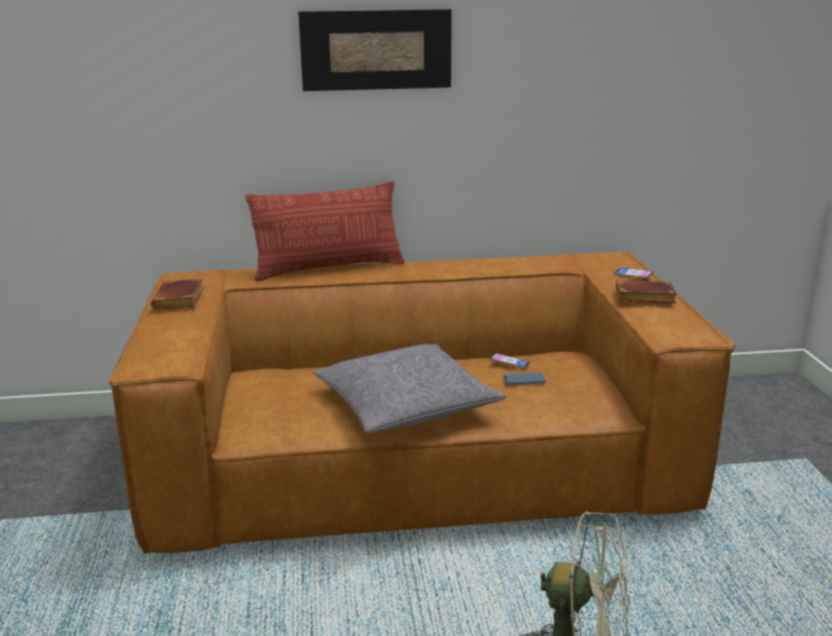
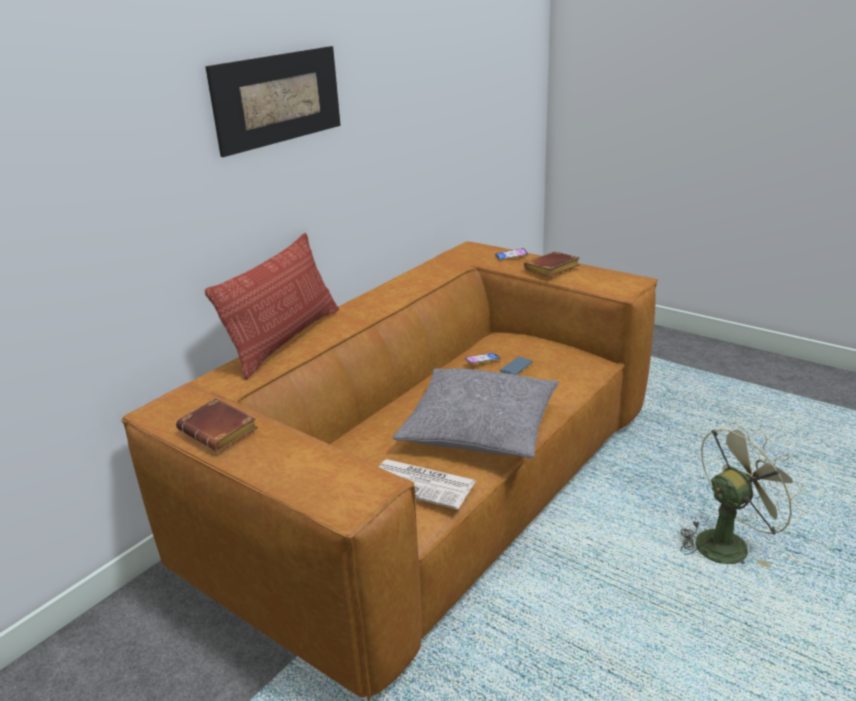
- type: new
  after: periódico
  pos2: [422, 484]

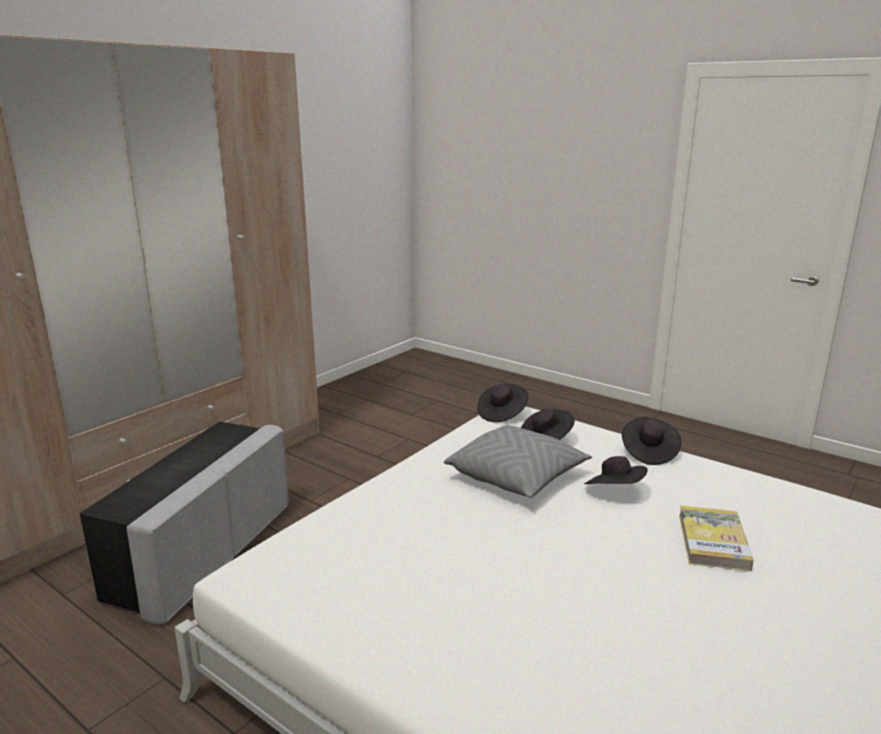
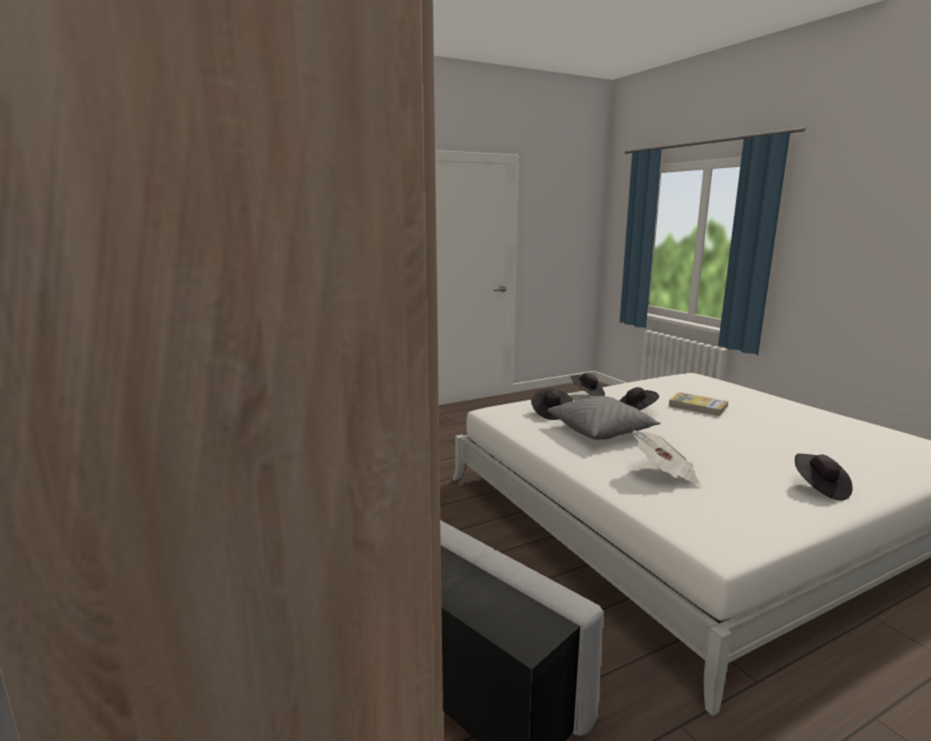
- type: shifted
  before: sombrero [negro]
  pos1: [502, 413]
  pos2: [820, 488]
- type: new
  after: periódico
  pos2: [665, 474]

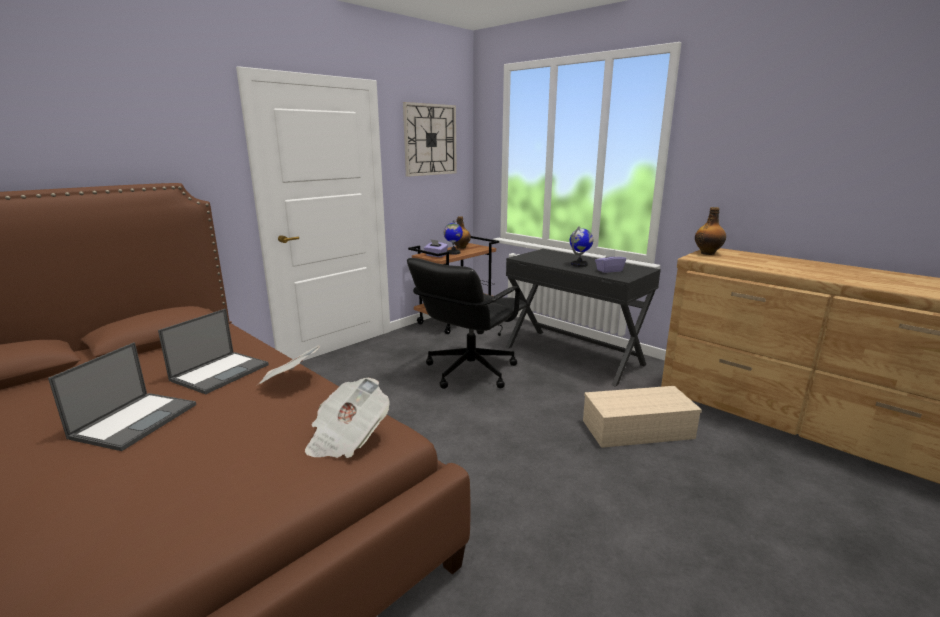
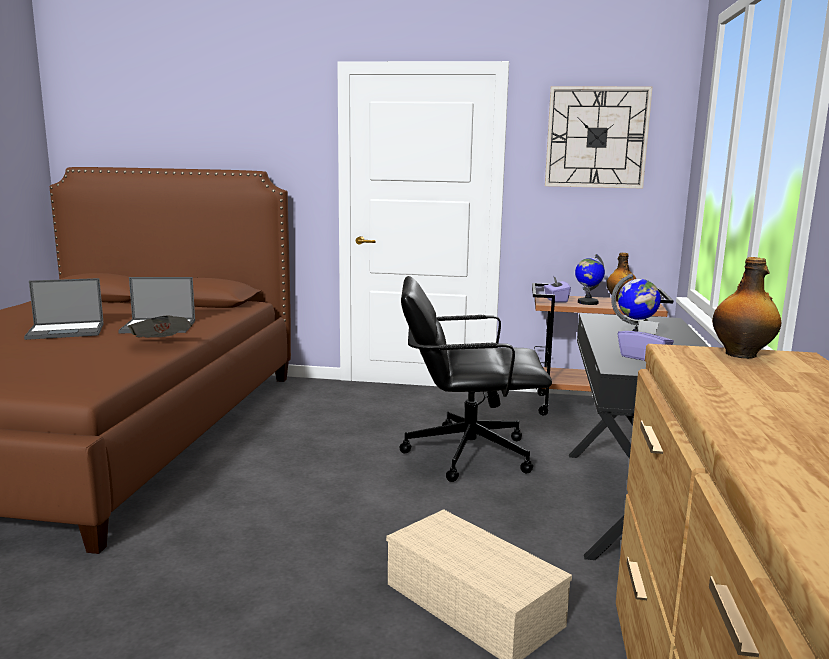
- type: gone
  before: periódico
  pos1: [347, 438]

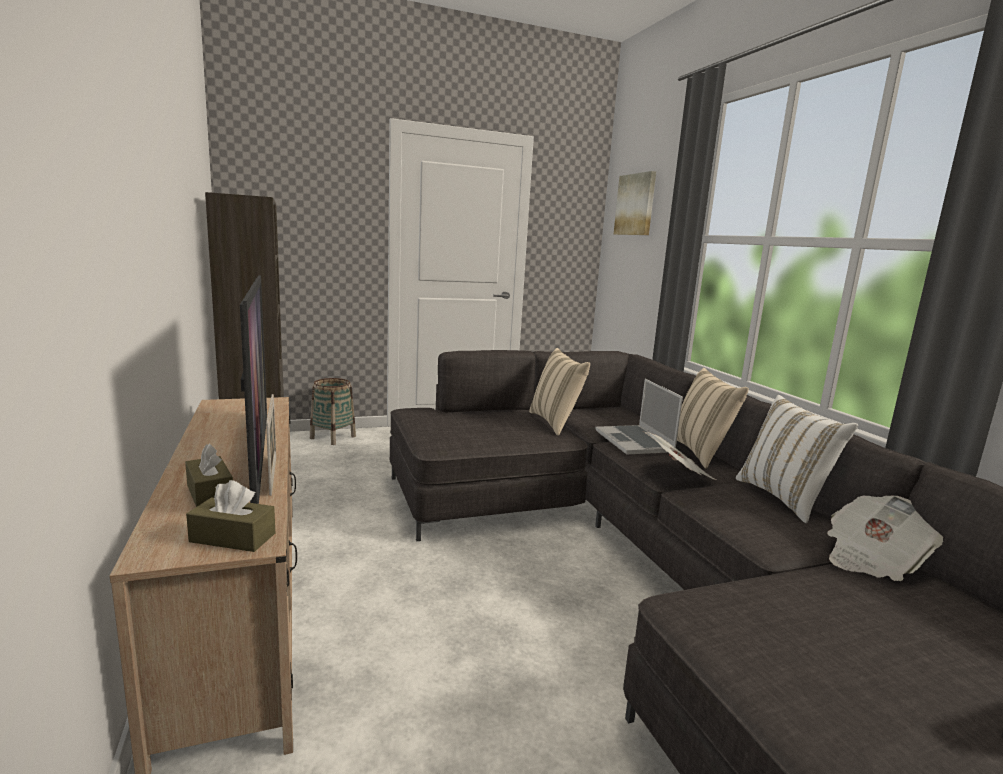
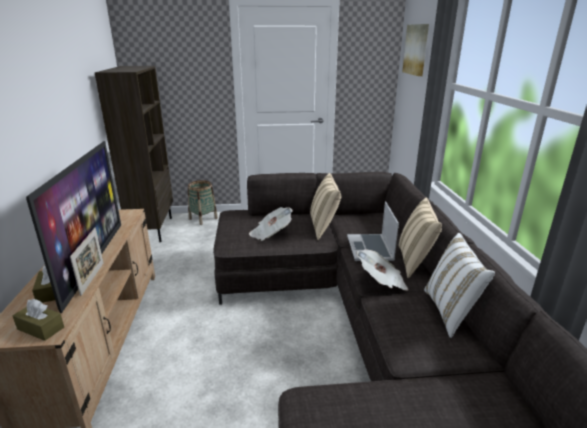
- type: shifted
  before: periódico
  pos1: [871, 559]
  pos2: [270, 234]

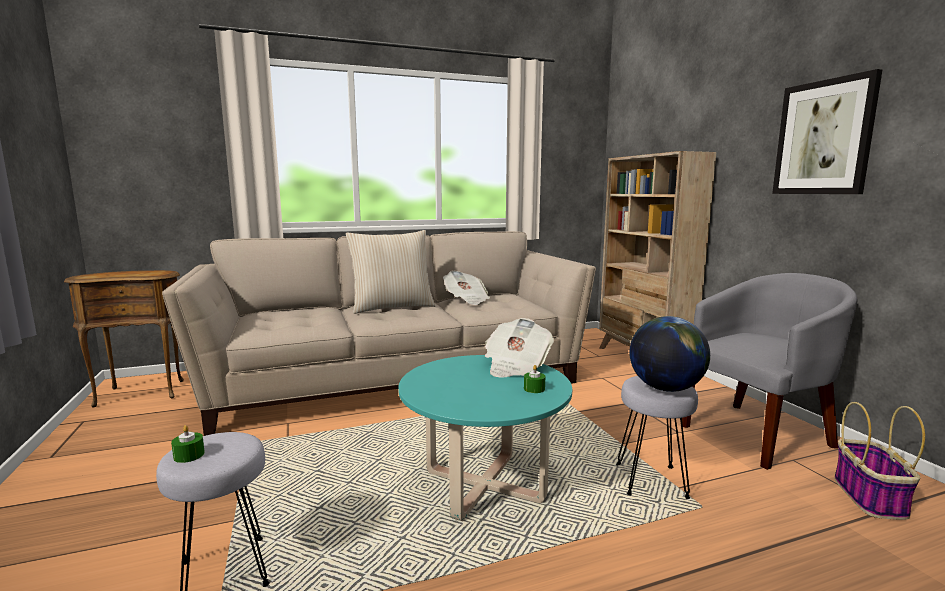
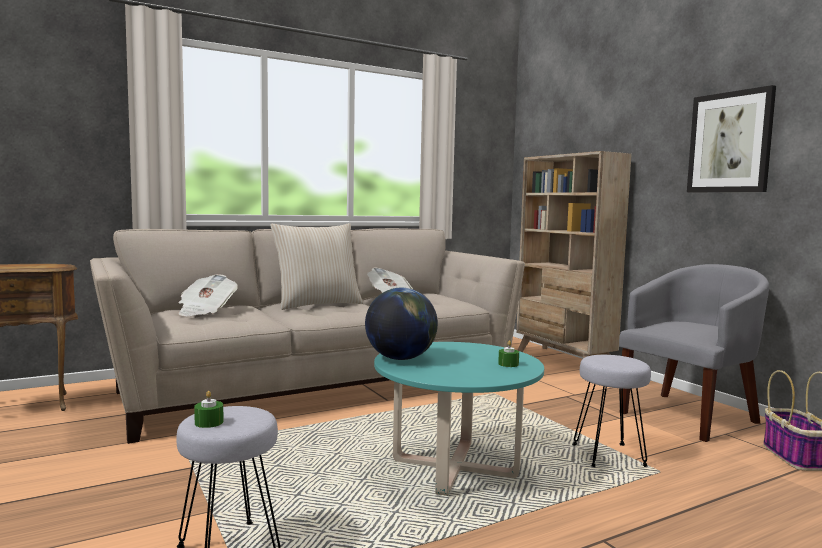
- type: shifted
  before: globo terráqueo
  pos1: [665, 388]
  pos2: [400, 358]
- type: shifted
  before: periódico
  pos1: [515, 366]
  pos2: [205, 311]

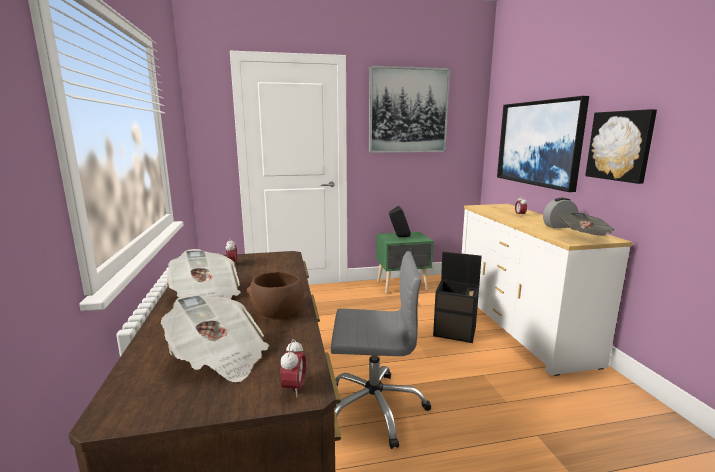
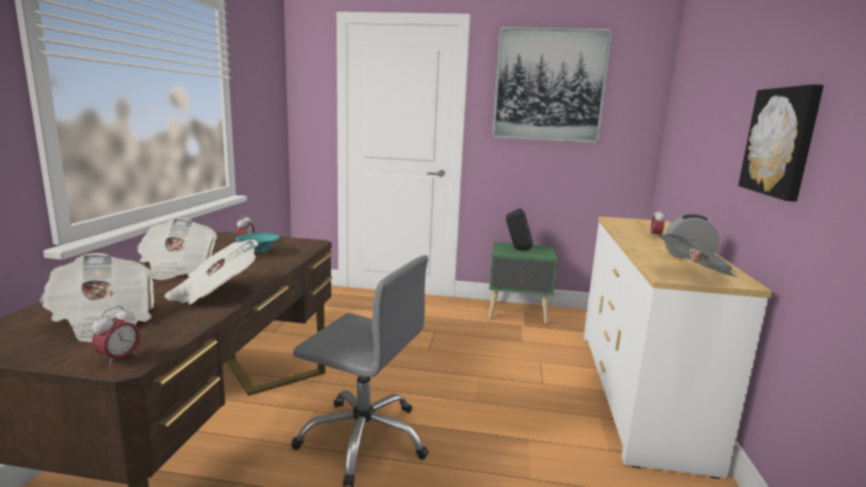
- type: gone
  before: cuadro
  pos1: [538, 143]
- type: gone
  before: caja de almacenaje [negro]
  pos1: [455, 331]
- type: swapped
  before: cuenco [marrón]
  after: periódico
  pos1: [277, 313]
  pos2: [214, 293]
- type: new
  after: cuenco [turquesa]
  pos2: [258, 253]

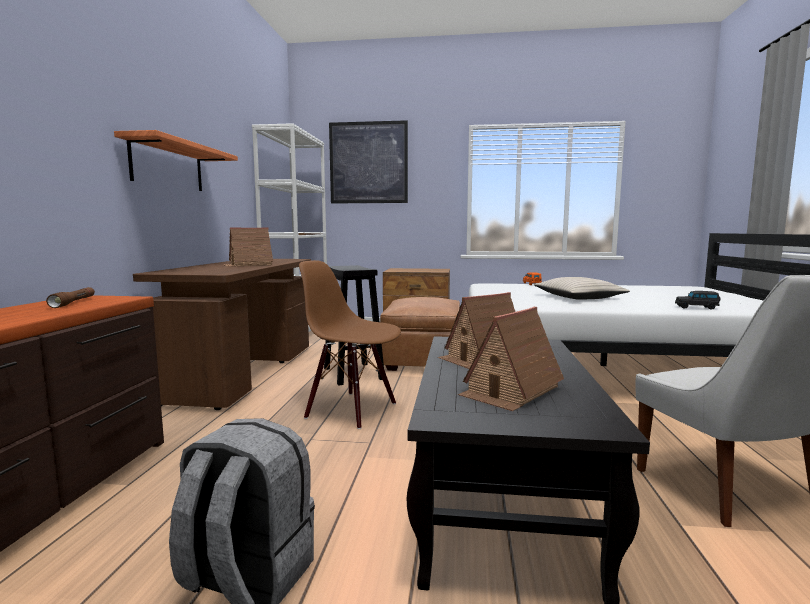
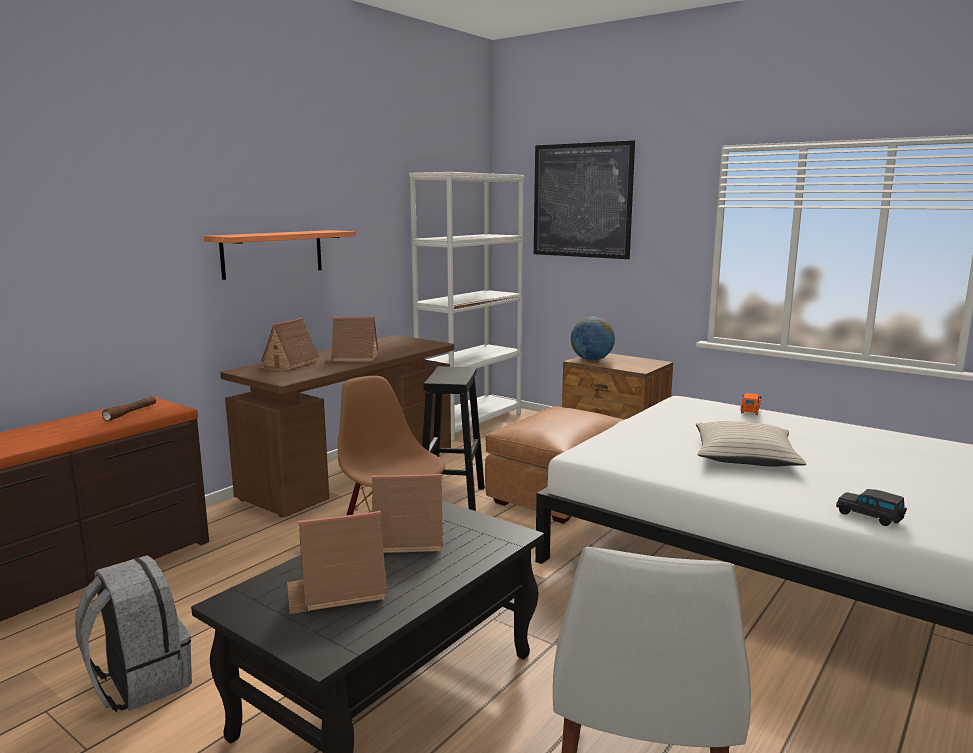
- type: new
  after: globo terráqueo
  pos2: [591, 360]
- type: new
  after: casita
  pos2: [288, 364]

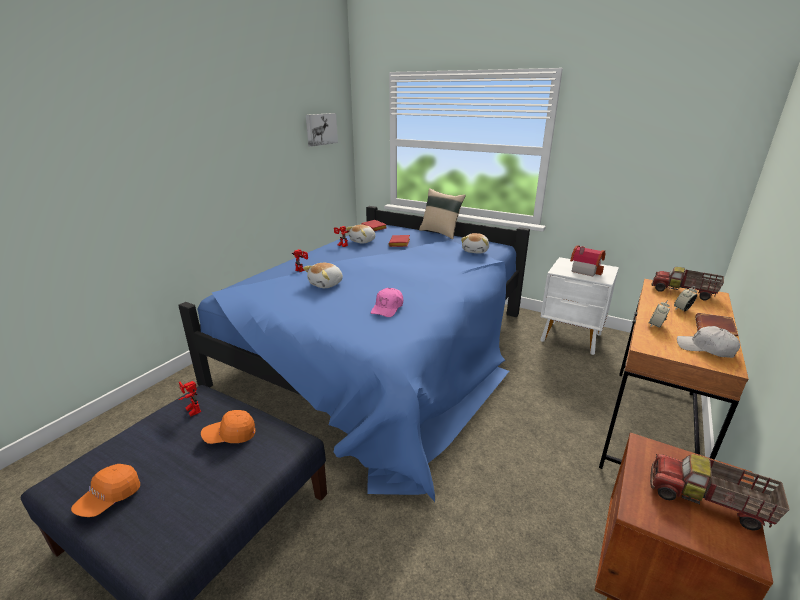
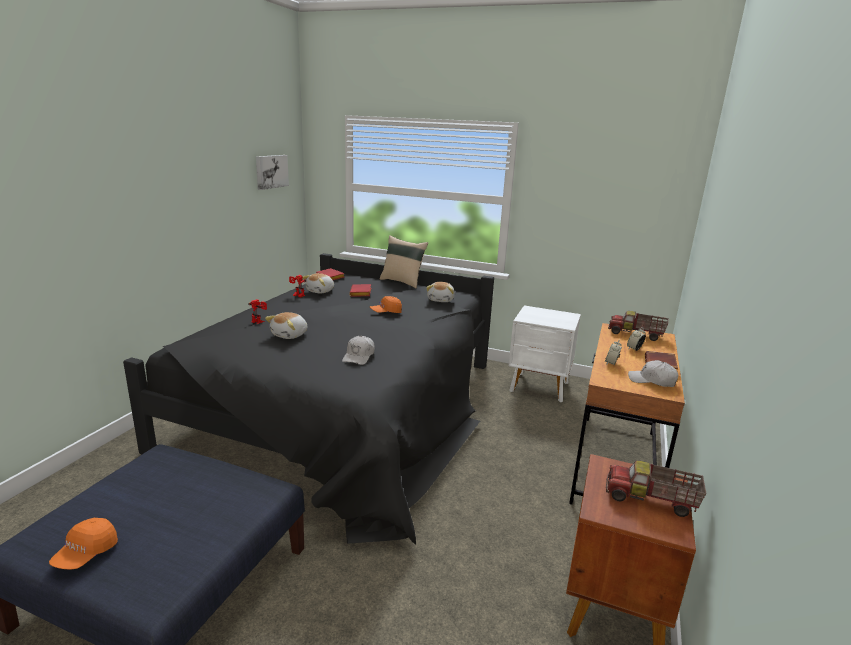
- type: repainted
  before: cama [azul]
  after: cama [negro]
  pos1: [384, 351]
  pos2: [348, 408]
- type: gone
  before: casita
  pos1: [585, 270]
- type: repainted
  before: gorra [rosa]
  after: gorra [blanco]
  pos1: [387, 308]
  pos2: [359, 356]
- type: gone
  before: robot de juguete
  pos1: [190, 410]
- type: shifted
  before: gorra [naranja]
  pos1: [230, 435]
  pos2: [386, 312]

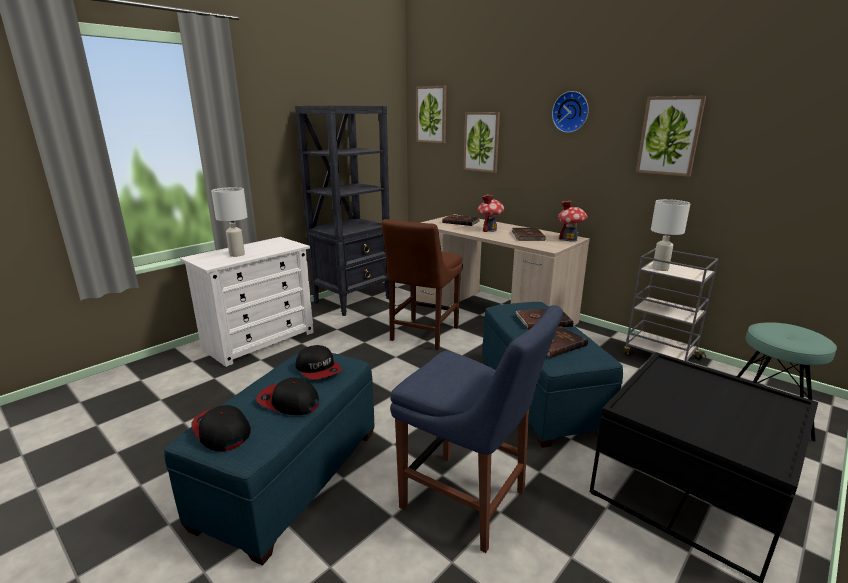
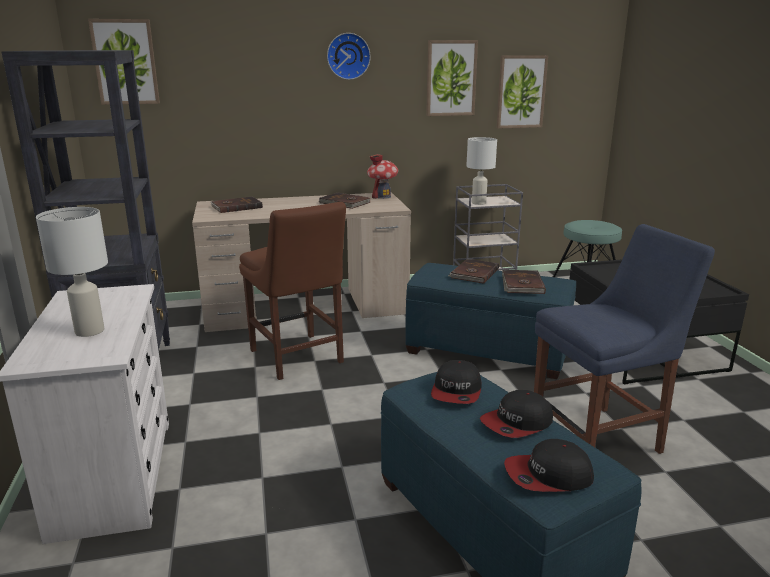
- type: shifted
  before: cuadro
  pos1: [481, 142]
  pos2: [521, 92]
- type: gone
  before: casita
  pos1: [489, 230]
- type: rotated
  before: gorra
  pos1: [318, 369]
  pos2: [457, 391]
  turn: 105

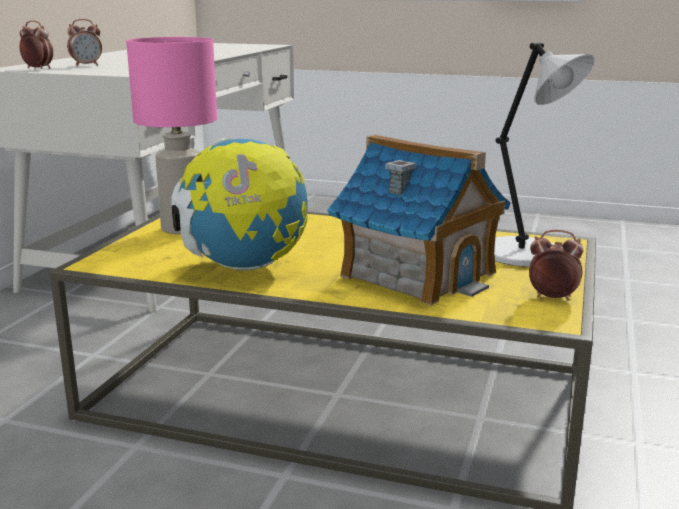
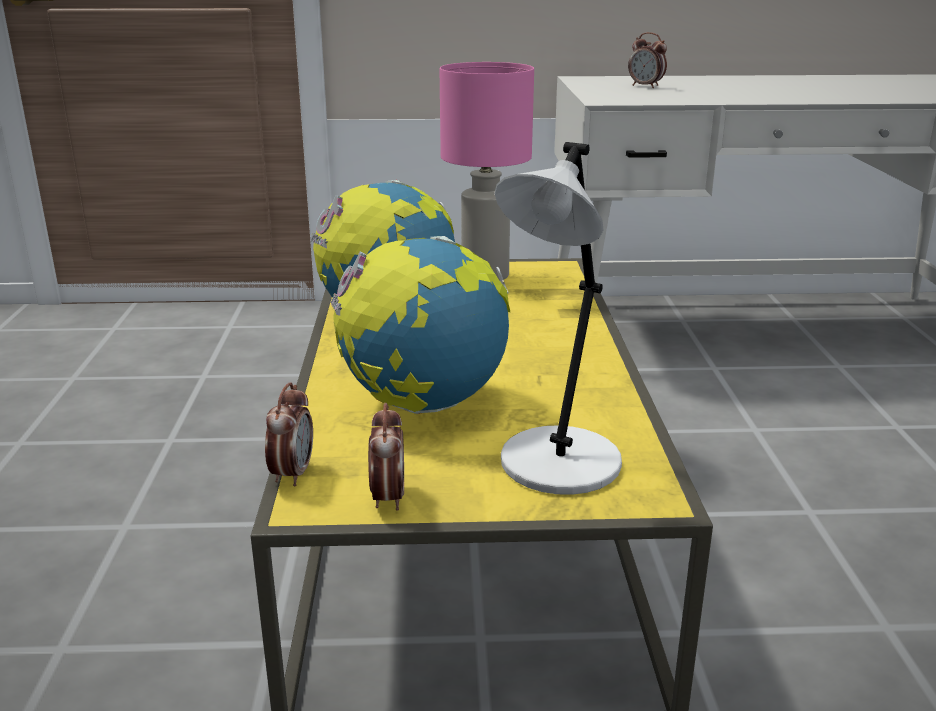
- type: shifted
  before: despertador
  pos1: [38, 69]
  pos2: [292, 474]
- type: swapped
  before: casita
  after: globo terráqueo
  pos1: [418, 274]
  pos2: [424, 404]

